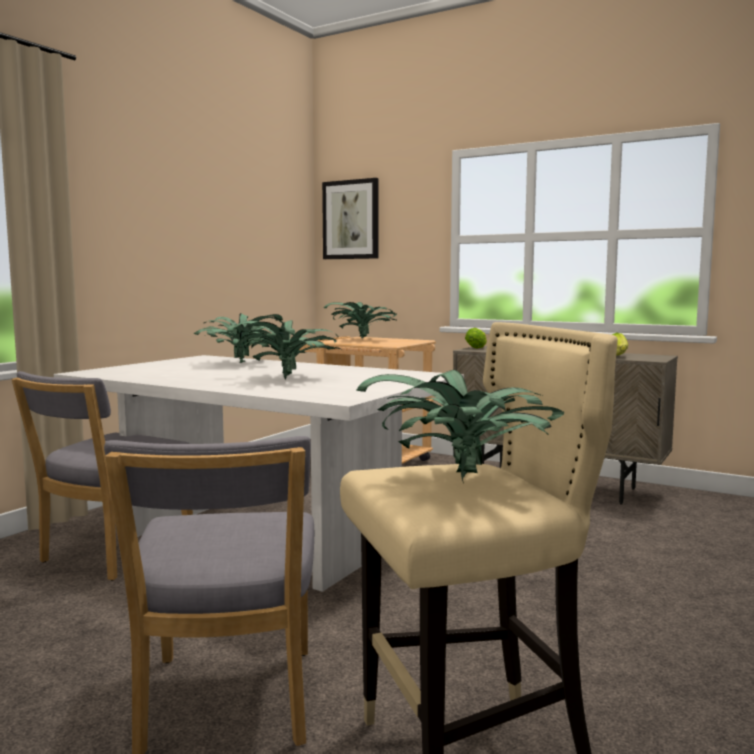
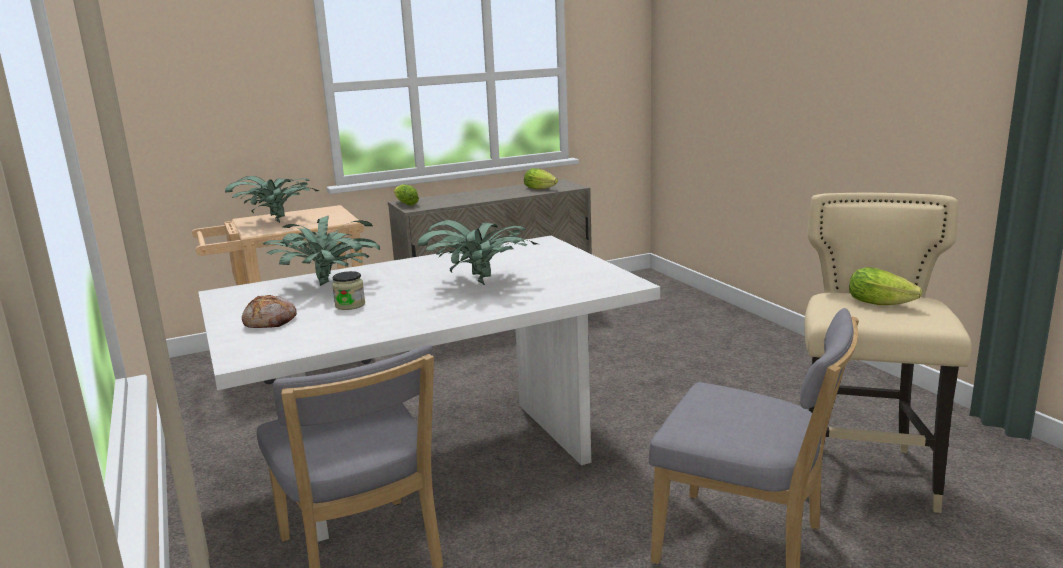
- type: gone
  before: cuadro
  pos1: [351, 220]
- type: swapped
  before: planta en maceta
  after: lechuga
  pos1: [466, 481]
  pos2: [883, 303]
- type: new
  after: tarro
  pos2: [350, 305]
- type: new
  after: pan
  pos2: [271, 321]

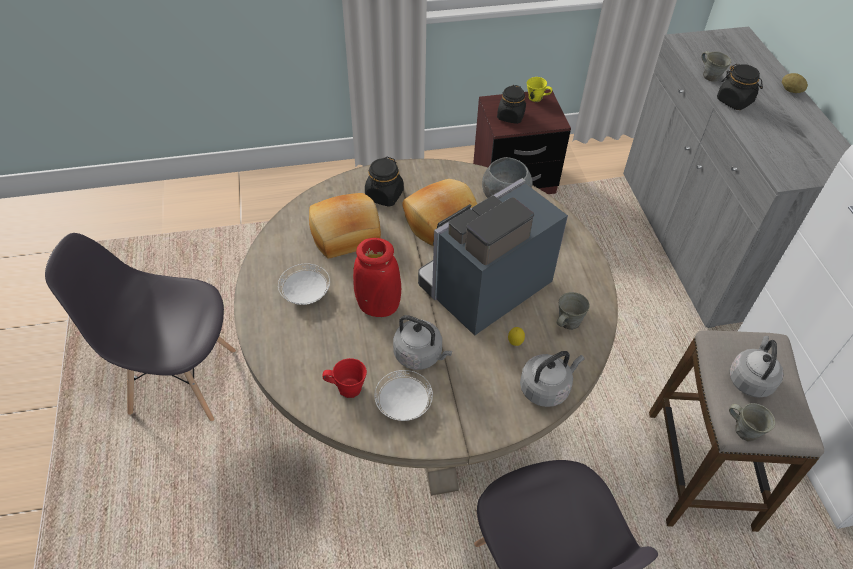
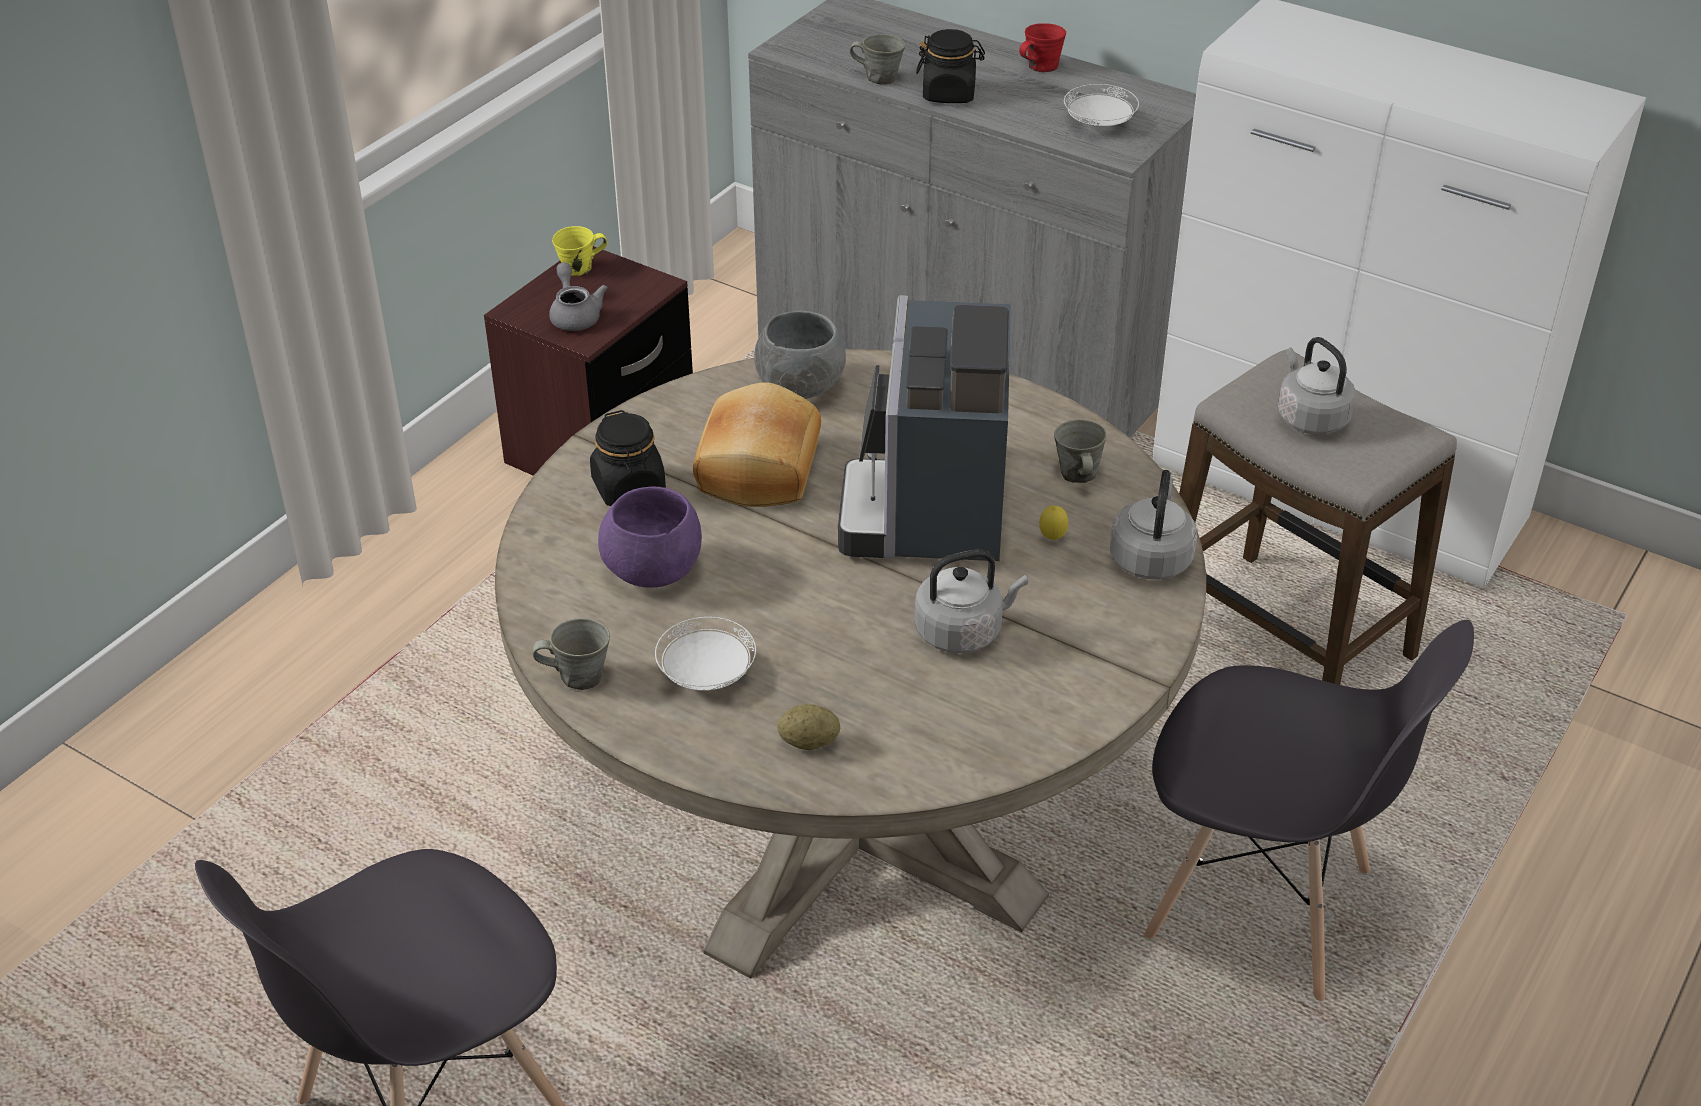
- type: shifted
  before: patata
  pos1: [790, 90]
  pos2: [809, 742]
- type: swapped
  before: tarro [negro]
  after: tetera [gris]
  pos1: [510, 116]
  pos2: [575, 315]
- type: swapped
  before: pan
  after: cuenco [morado]
  pos1: [346, 236]
  pos2: [653, 571]
- type: gone
  before: florero [rojo]
  pos1: [378, 306]
- type: shifted
  before: taza grande [rojo]
  pos1: [348, 388]
  pos2: [1040, 67]
- type: shifted
  before: plato [blanco]
  pos1: [403, 404]
  pos2: [1099, 124]
- type: shifted
  before: taza grande [gris]
  pos1: [744, 430]
  pos2: [578, 676]

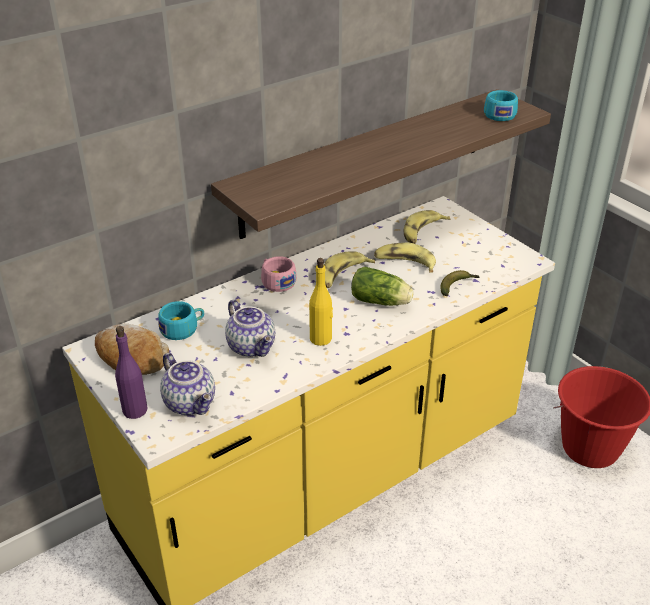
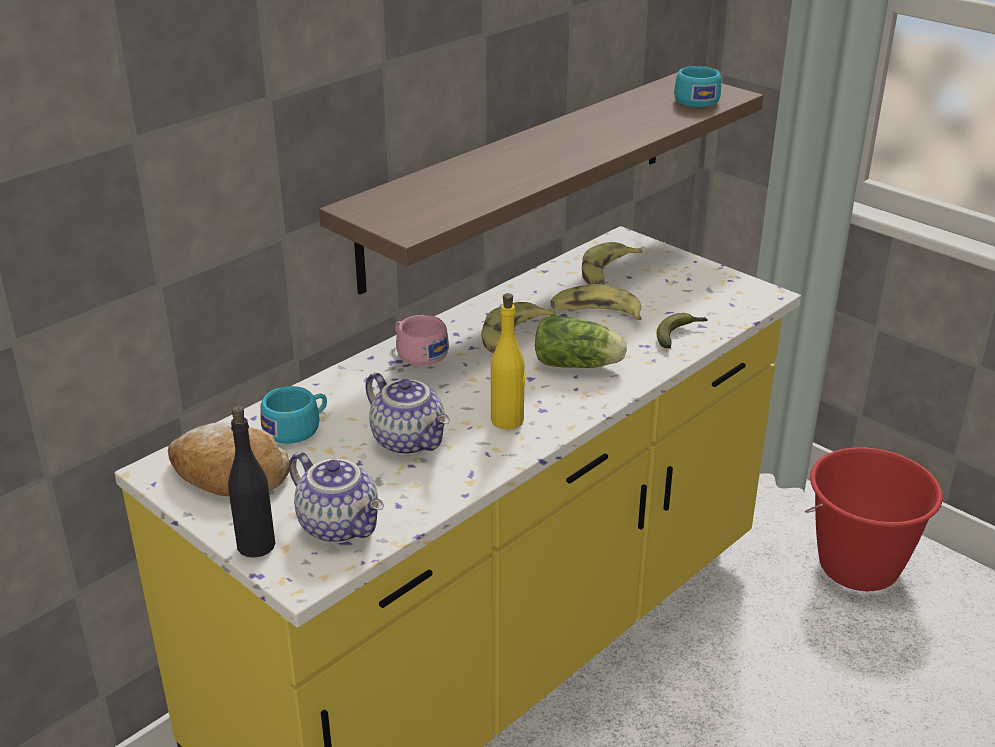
- type: repainted
  before: botella [morado]
  after: botella [negro]
  pos1: [134, 410]
  pos2: [255, 545]

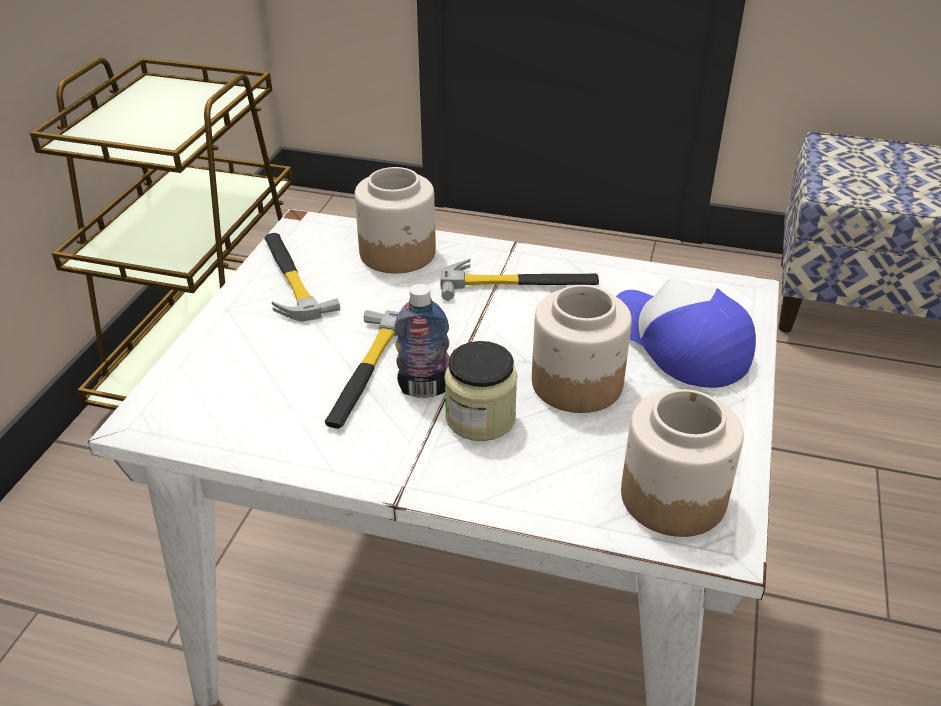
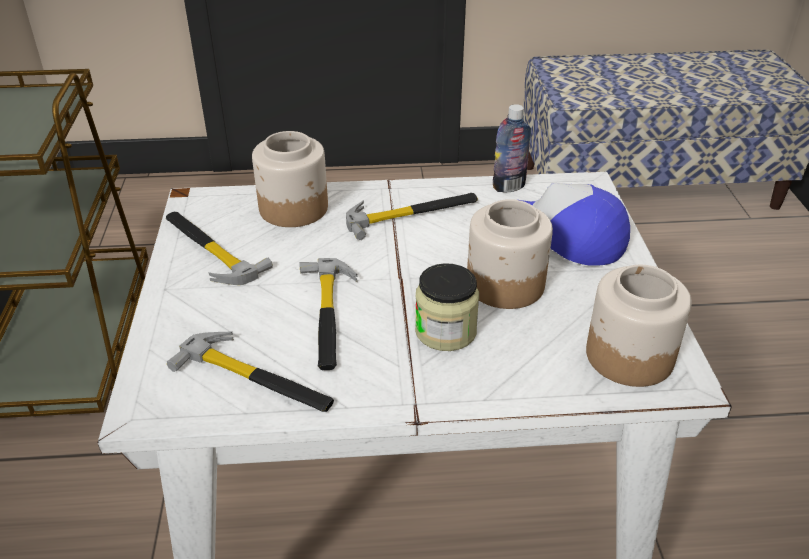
- type: shifted
  before: botella
  pos1: [424, 389]
  pos2: [508, 186]
- type: new
  after: martillo
  pos2: [256, 378]

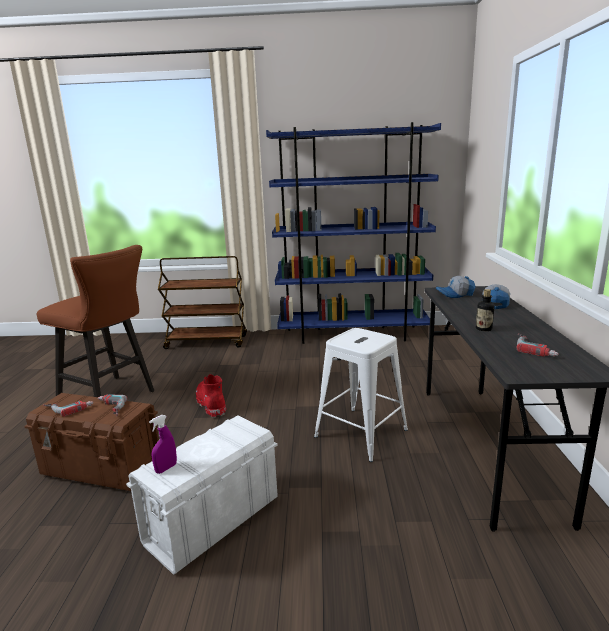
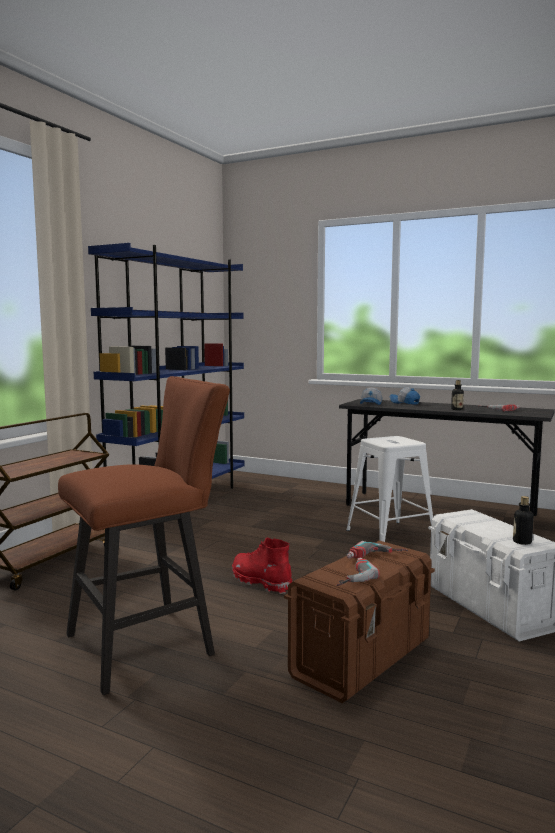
- type: rotated
  before: bota [rojo]
  pos1: [211, 405]
  pos2: [261, 582]
  turn: 45
- type: swapped
  before: pulverizador [morado]
  after: botella
  pos1: [166, 468]
  pos2: [522, 542]

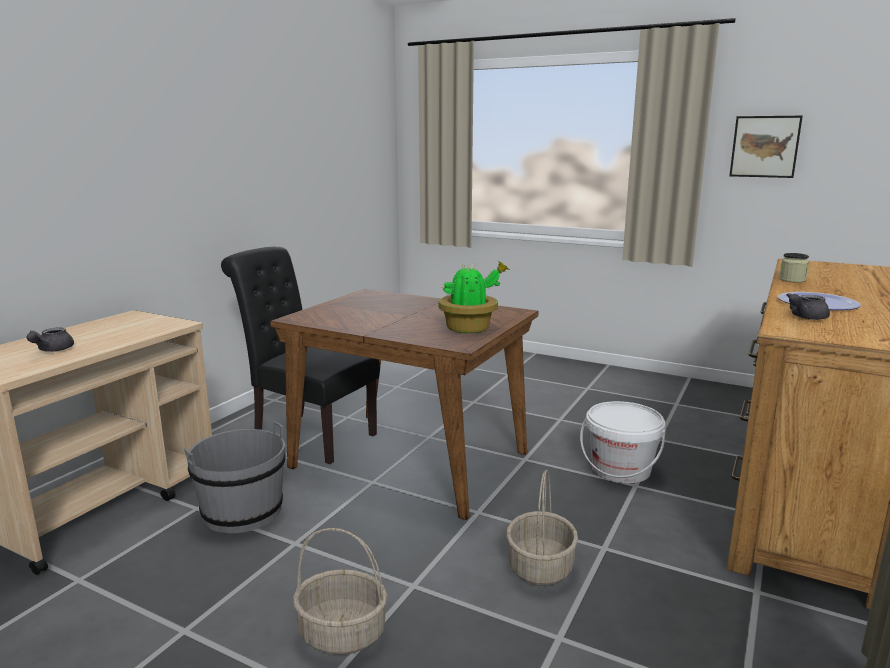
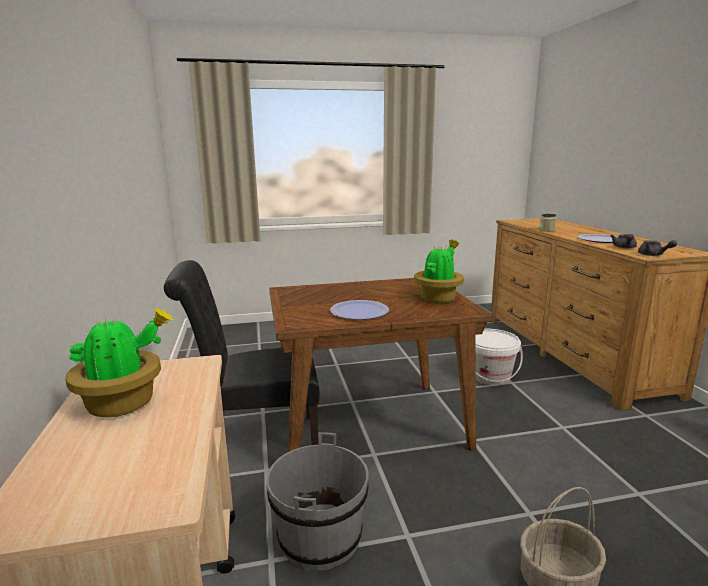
- type: gone
  before: cuadro
  pos1: [764, 146]
- type: shifted
  before: tetera [gris]
  pos1: [51, 350]
  pos2: [653, 255]
- type: gone
  before: cesta
  pos1: [540, 568]
- type: new
  after: plato
  pos2: [359, 311]
- type: new
  after: planta en maceta
  pos2: [124, 403]

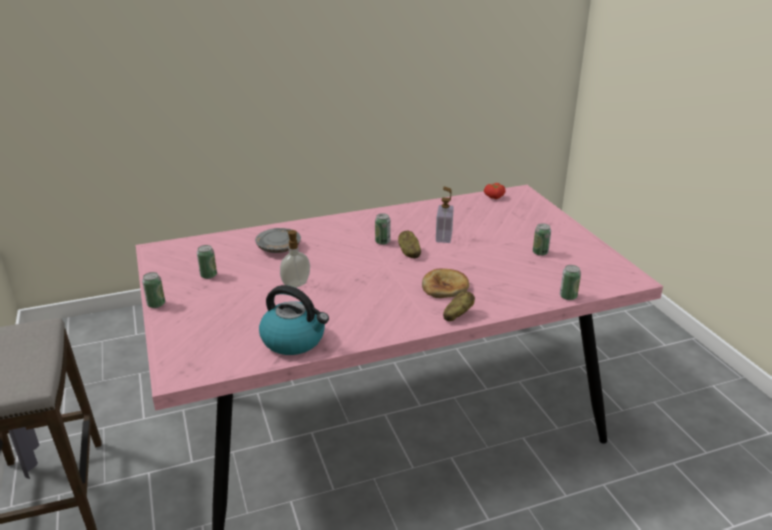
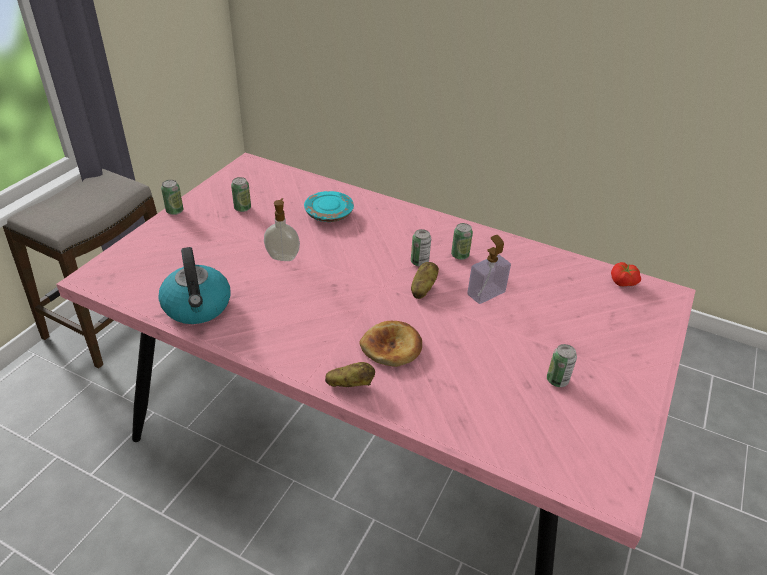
- type: repainted
  before: plato [gris]
  after: plato [turquesa]
  pos1: [279, 247]
  pos2: [329, 214]
- type: shifted
  before: lata
  pos1: [568, 296]
  pos2: [460, 255]

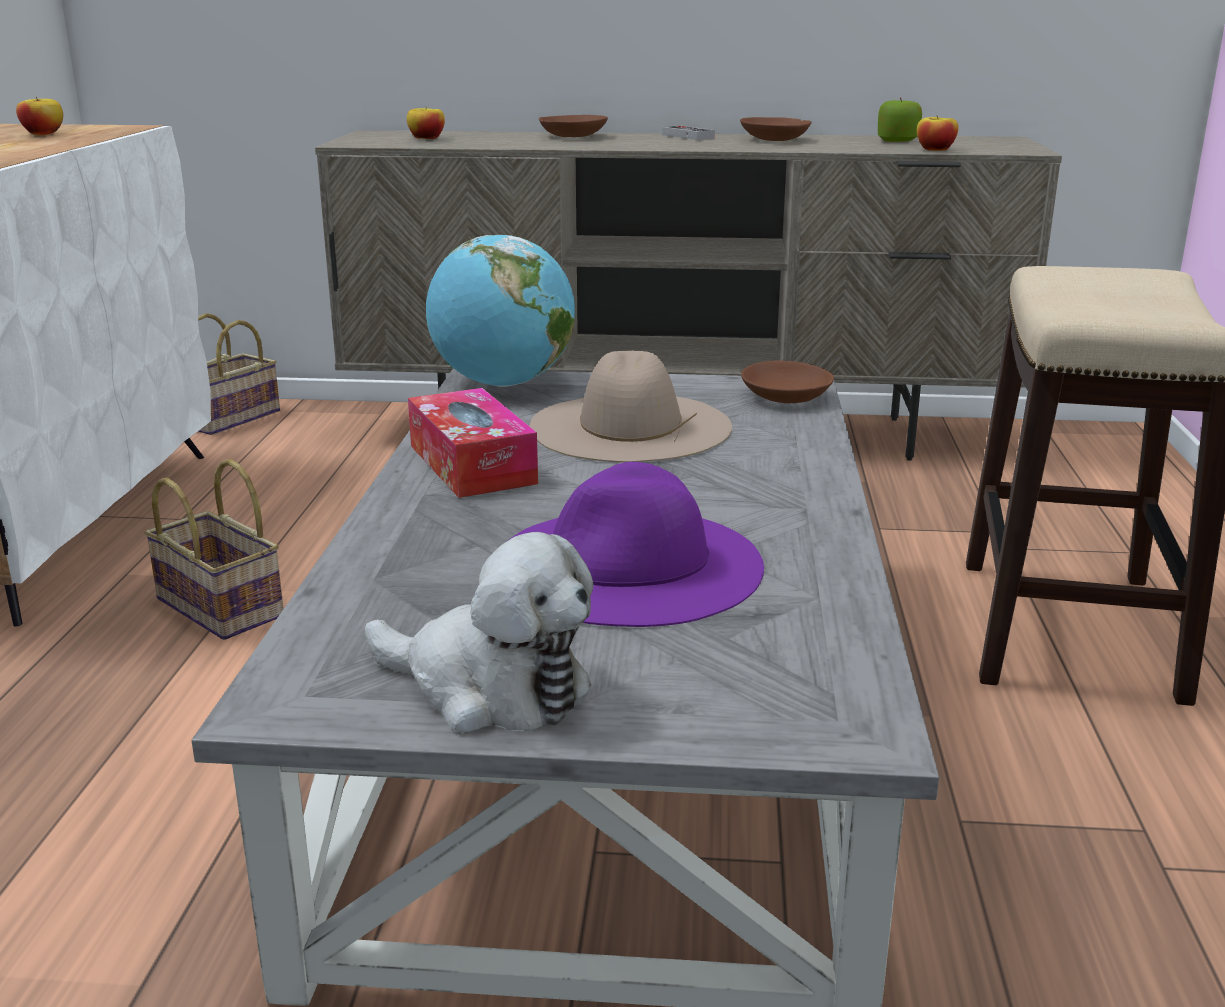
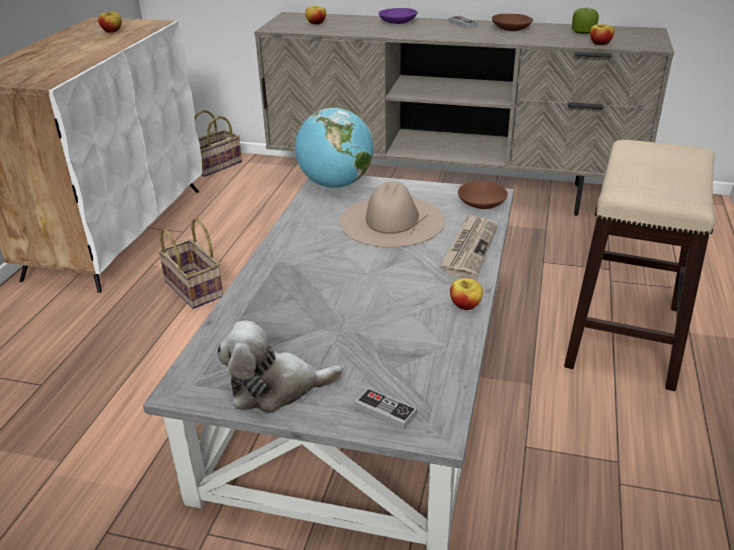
- type: repainted
  before: cuenco [marrón]
  after: cuenco [morado]
  pos1: [572, 136]
  pos2: [397, 22]
- type: gone
  before: caja de pañuelos
  pos1: [472, 464]
- type: gone
  before: sombrero [morado]
  pos1: [628, 565]
- type: rotated
  before: peluche
  pos1: [489, 688]
  pos2: [275, 388]
  turn: 135
- type: new
  after: periódico
  pos2: [469, 248]
- type: new
  after: manzana
  pos2: [465, 305]
- type: new
  after: mando de consola
  pos2: [385, 411]

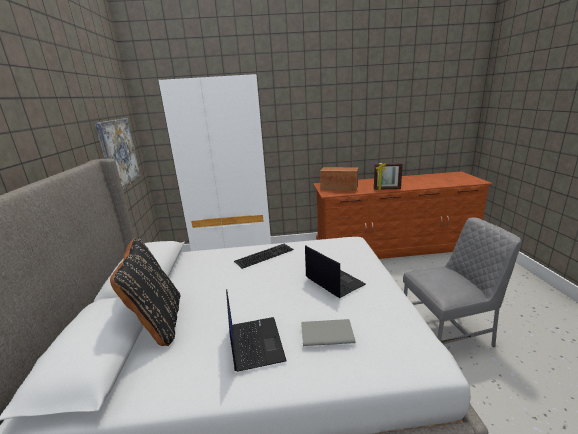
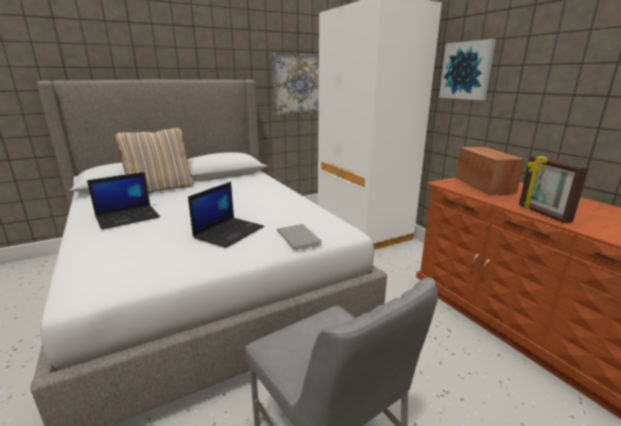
- type: repainted
  before: cojín [negro]
  after: cojín [beis]
  pos1: [159, 322]
  pos2: [161, 189]
- type: gone
  before: teclado
  pos1: [264, 255]
- type: shifted
  before: libro [gris]
  pos1: [325, 333]
  pos2: [299, 237]
- type: new
  after: cuadro
  pos2: [466, 70]

